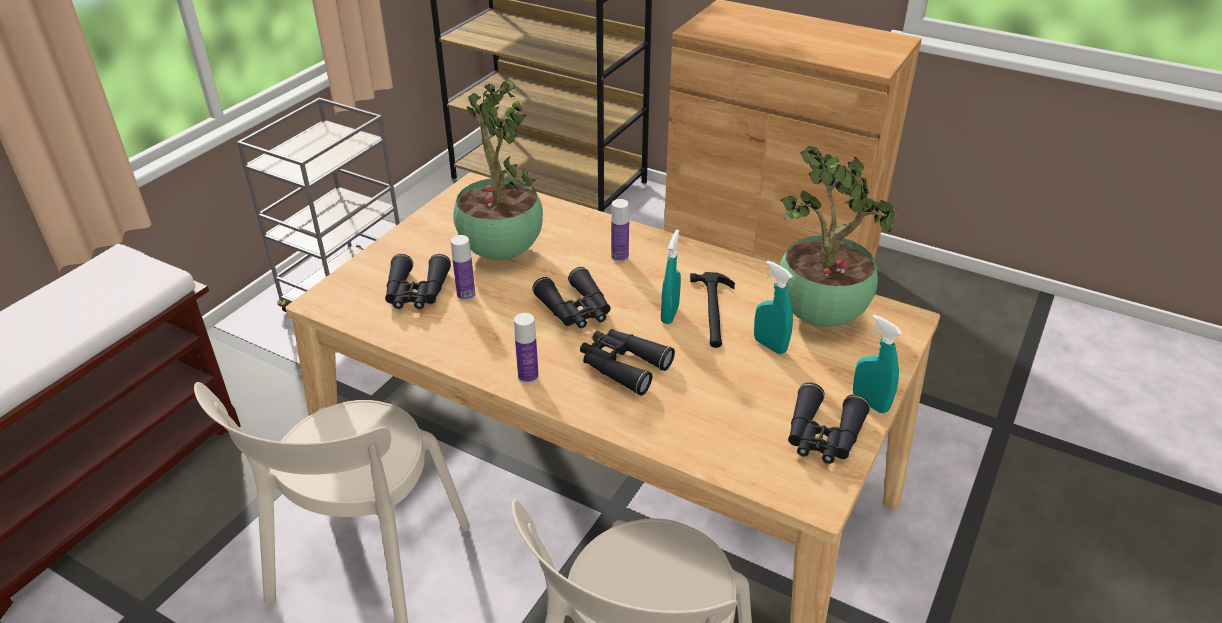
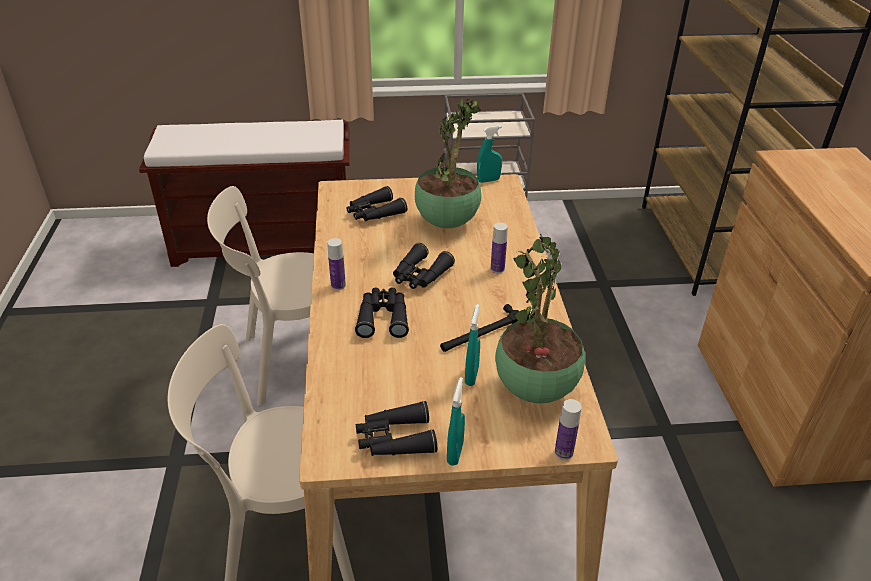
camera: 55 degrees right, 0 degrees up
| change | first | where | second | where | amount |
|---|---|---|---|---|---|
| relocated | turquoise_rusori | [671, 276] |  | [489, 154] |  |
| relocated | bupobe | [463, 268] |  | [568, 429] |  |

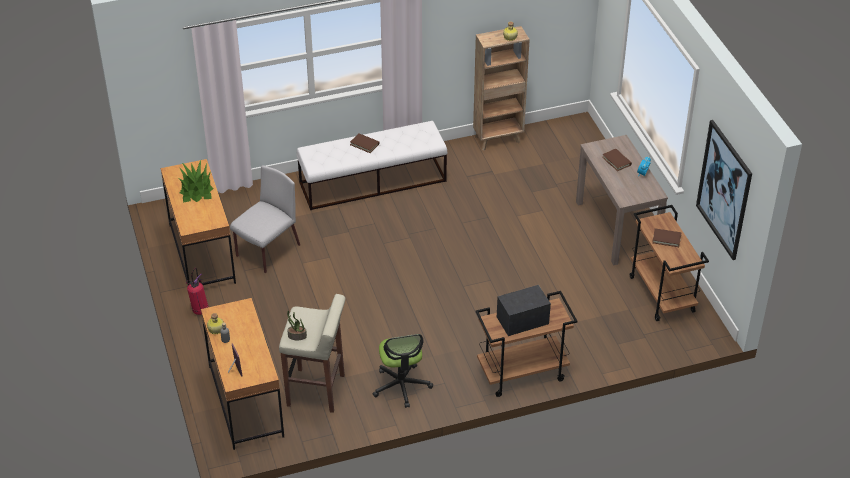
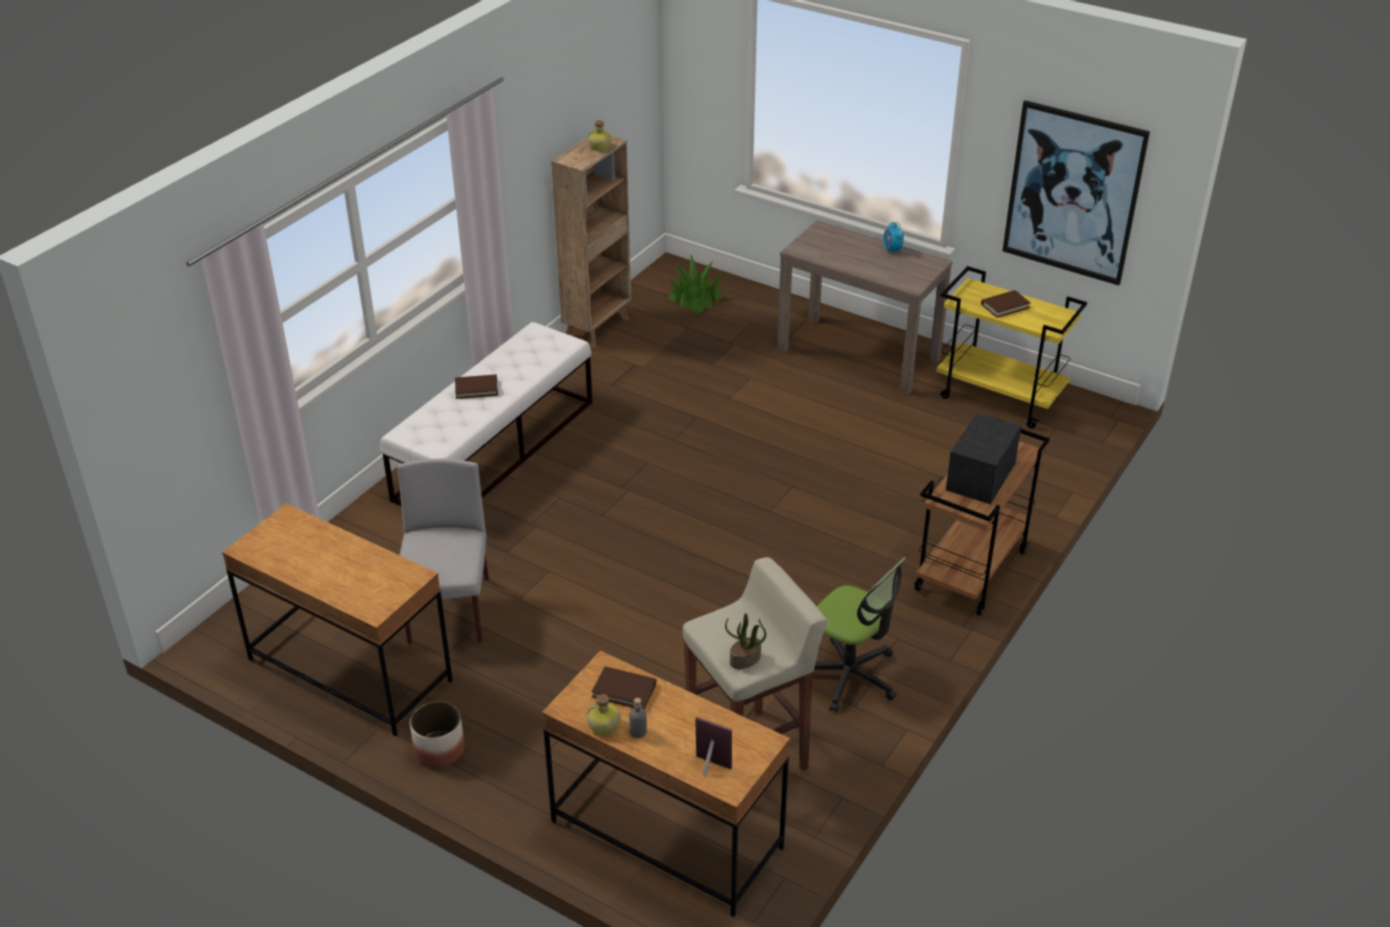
camera: 40 degrees left, 5 degrees down
| change | first | where | second | where | amount |
|---|---|---|---|---|---|
| exchanged | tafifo | [197, 291] | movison | [437, 734] |  |
| relocated | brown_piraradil | [617, 160] |  | [624, 688] |  |
| relocated | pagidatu | [196, 181] |  | [695, 284] |  |
| colour | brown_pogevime | [669, 263] | yellow_pogevime | [1011, 347] |  |

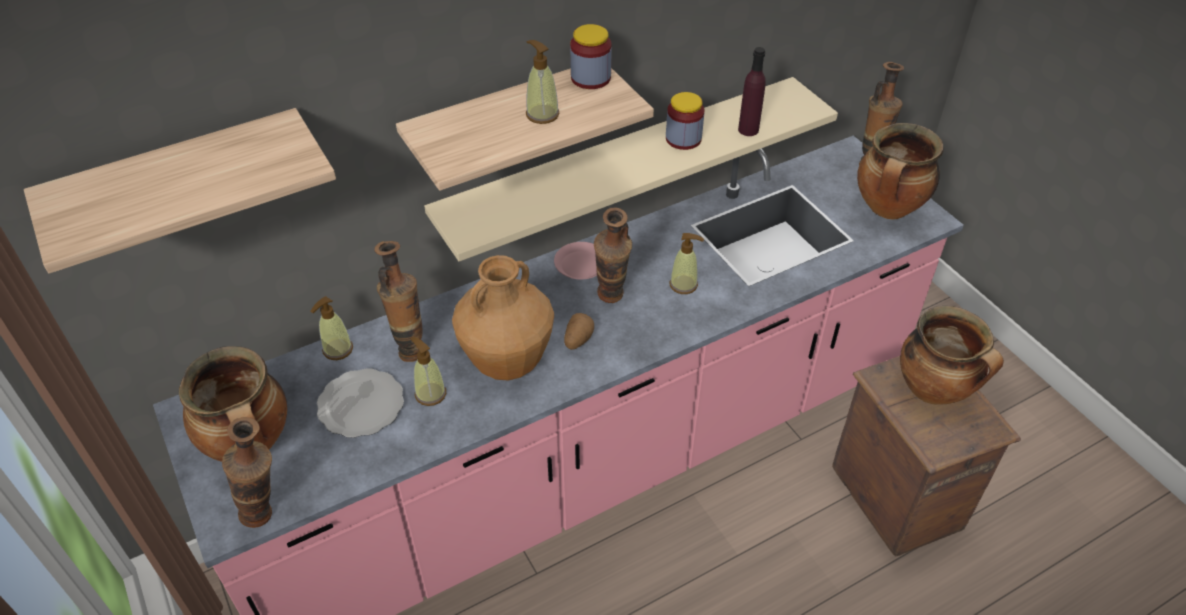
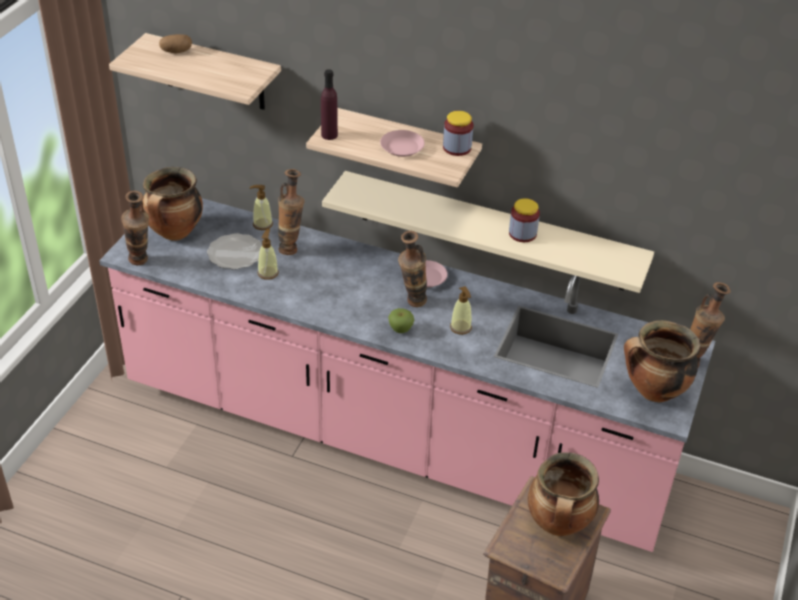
camera: 50 degrees right, 5 degrees down
| change | first | where | second | where | amount |
|---|---|---|---|---|---|
| relocated | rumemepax | [579, 331] |  | [175, 43] |  |
| relocated | purple_bupobe | [752, 91] |  | [329, 104] |  |
| exchanged | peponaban | [542, 82] | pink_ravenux | [402, 143] |  |
| appeared |  |  | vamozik | [401, 320] |  |
| missing | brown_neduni | [503, 318] |  |  |  |

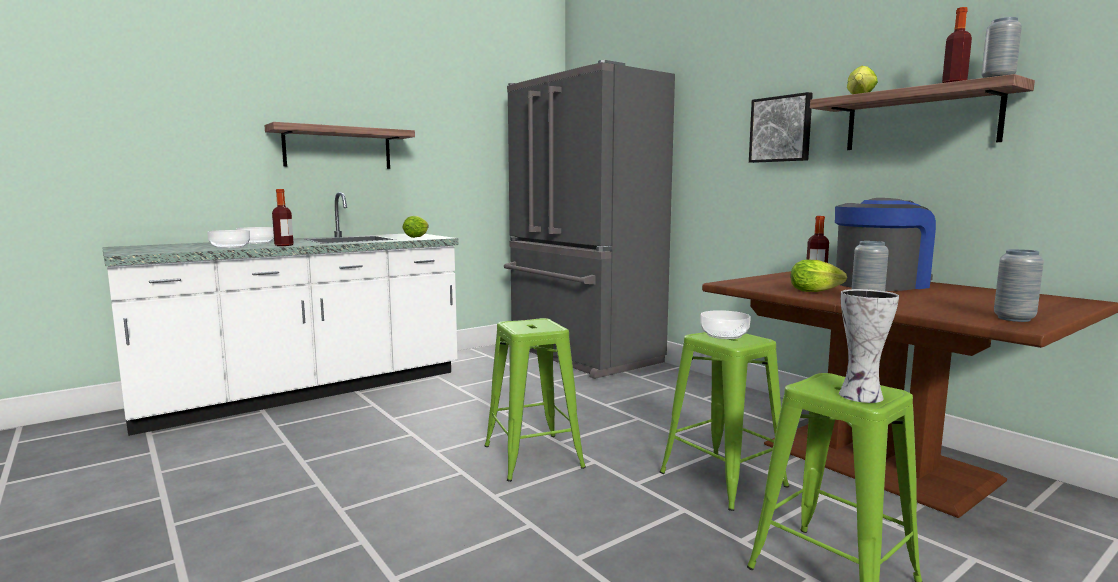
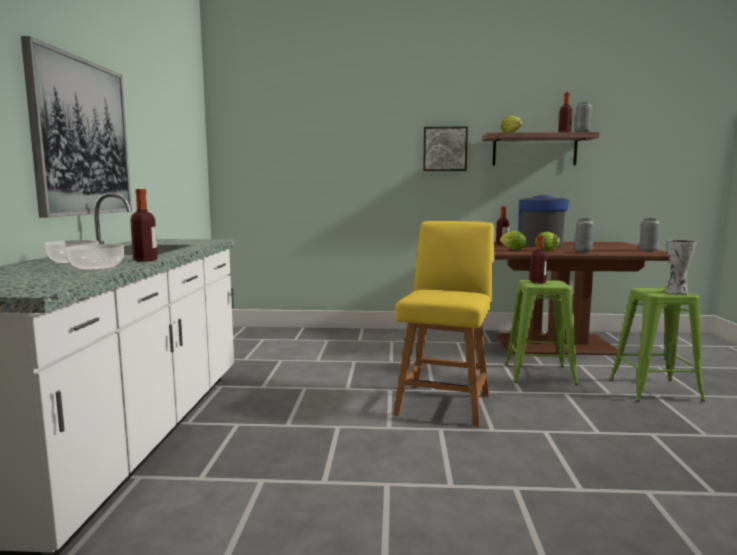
camera: 50 degrees left, 0 degrees up
| change | first | where | second | where | amount |
|---|---|---|---|---|---|
| exchanged | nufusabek | [339, 145] | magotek | [76, 127] |  |
| exchanged | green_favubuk | [535, 400] | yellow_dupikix | [444, 324] |  |
| relocated | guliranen | [416, 227] |  | [513, 240] |  |
| exchanged | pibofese | [725, 324] | bupobe | [539, 260] |  |
| missing | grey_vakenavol | [589, 219] |  |  |  |

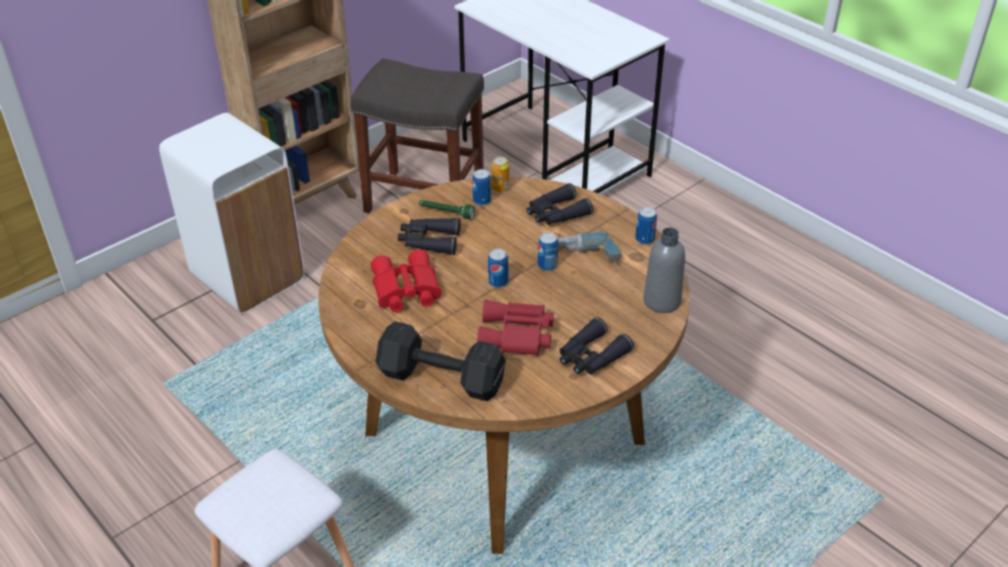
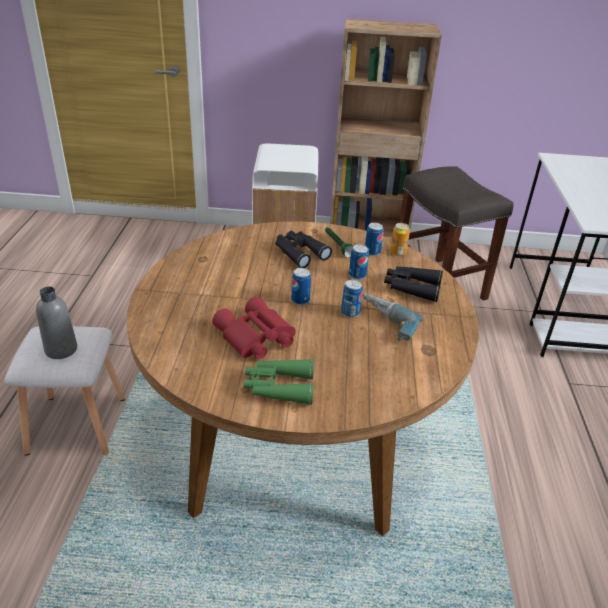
camera: 45 degrees right, 5 degrees down
| change | first | where | second | where | amount |
|---|---|---|---|---|---|
| relocated | grey_bupobe | [664, 270] |  | [56, 322] |  |
| colour | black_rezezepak | [597, 345] | green_rezezepak | [279, 382] |  |
| relocated | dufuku | [646, 226] |  | [359, 262] |  |
| missing | red_rezezepak | [406, 280] |  |  |  |
| missing | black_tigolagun | [441, 361] |  |  |  |

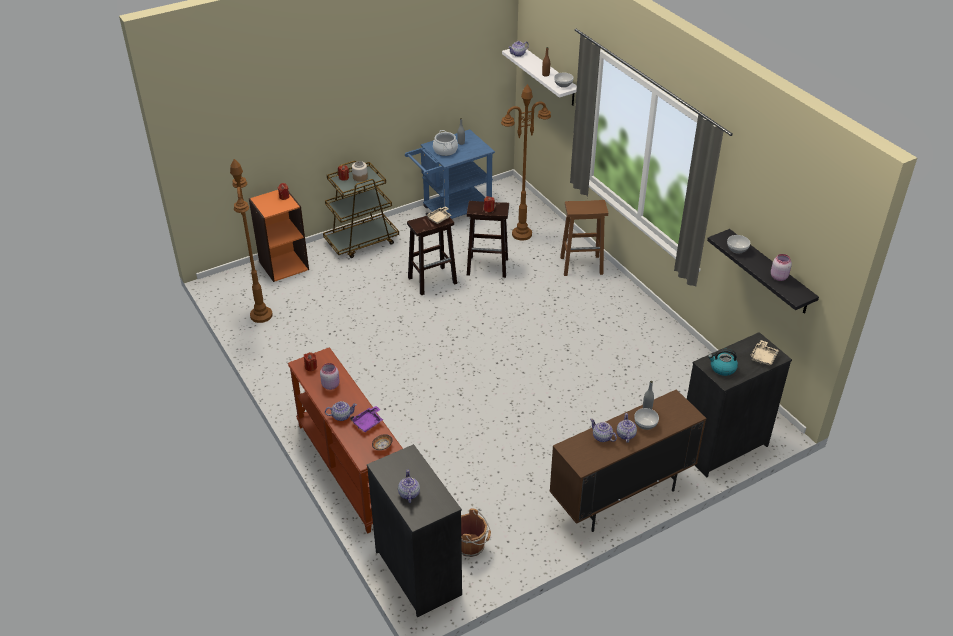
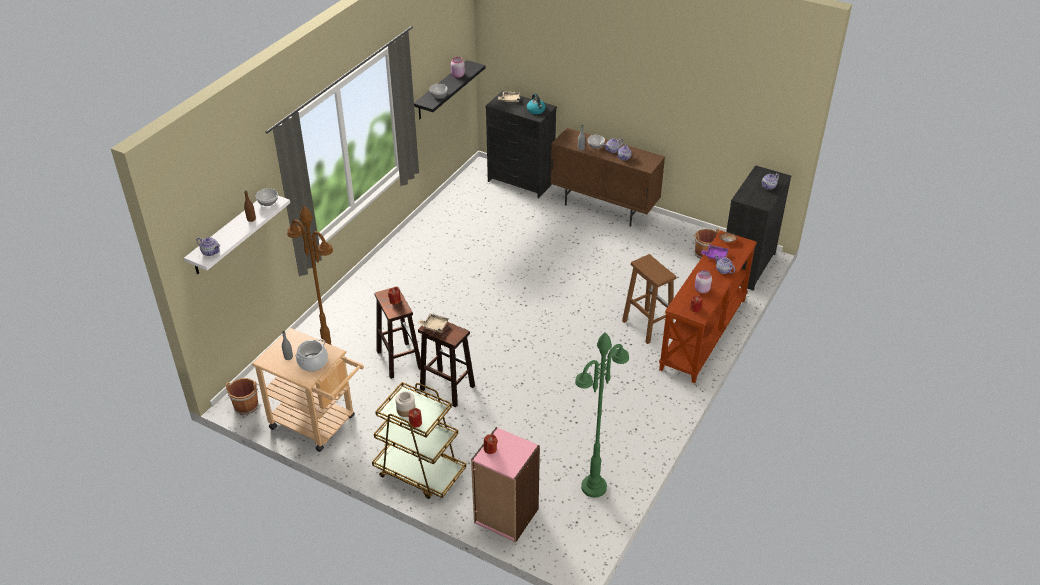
camera: 120 degrees left, 0 degrees up
| change | first | where | second | where | amount |
|---|---|---|---|---|---|
| appeared |  |  | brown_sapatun | [242, 396] |  |
| colour | blue_pogevime | [450, 174] | beige_pogevime | [308, 390] |  |
| colour | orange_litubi | [279, 236] | pink_litubi | [505, 484] |  |
| colour | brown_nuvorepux | [251, 241] | green_nuvorepux | [602, 415] |  |
| relocated | brown_favubuk | [584, 238] |  | [649, 299] |  |

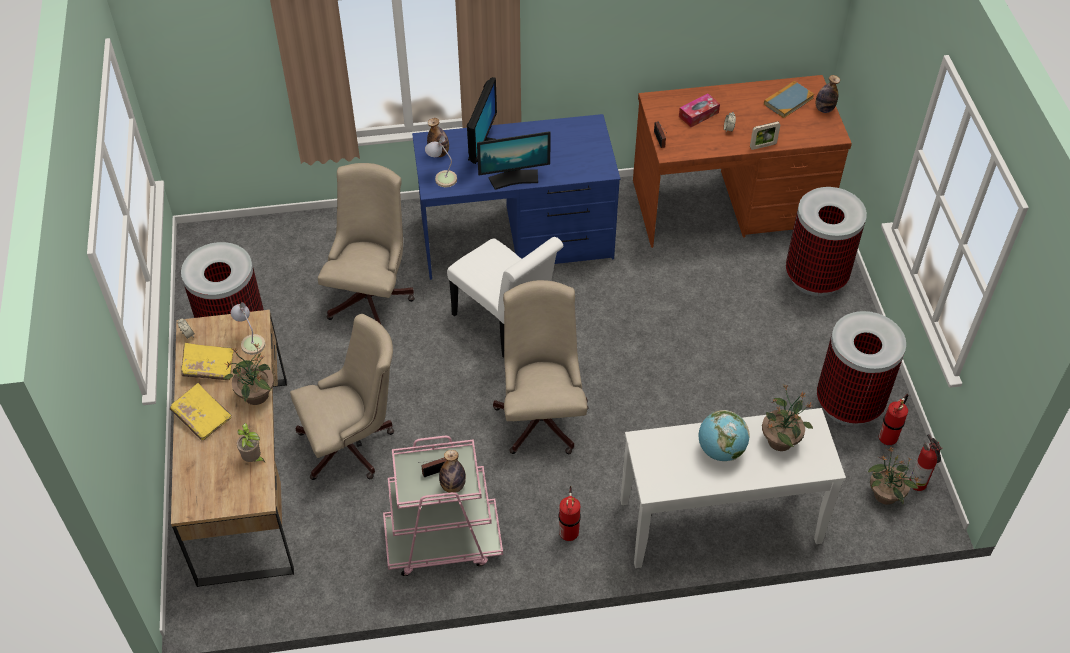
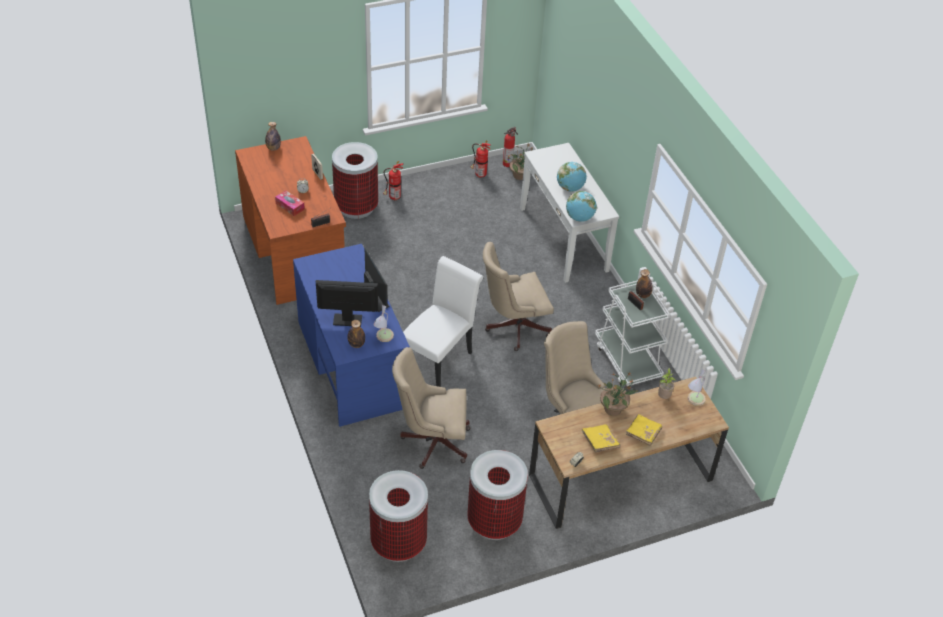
camera: 105 degrees left, 5 degrees down
| change | first | where | second | where | amount |
|---|---|---|---|---|---|
| relocated | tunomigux | [861, 368] |  | [398, 516] |  |
| relocated | tafifo | [570, 513] |  | [393, 180] |  |
| appeared |  |  | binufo | [581, 206] |  |
| colour | pink_pogevime | [443, 506] | white_pogevime | [632, 333] |  |
| relocated | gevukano | [248, 329] |  | [697, 387] |  |
| missing | pagidatu | [787, 418] |  |  |  |
| missing | piraradil | [789, 99] |  |  |  |

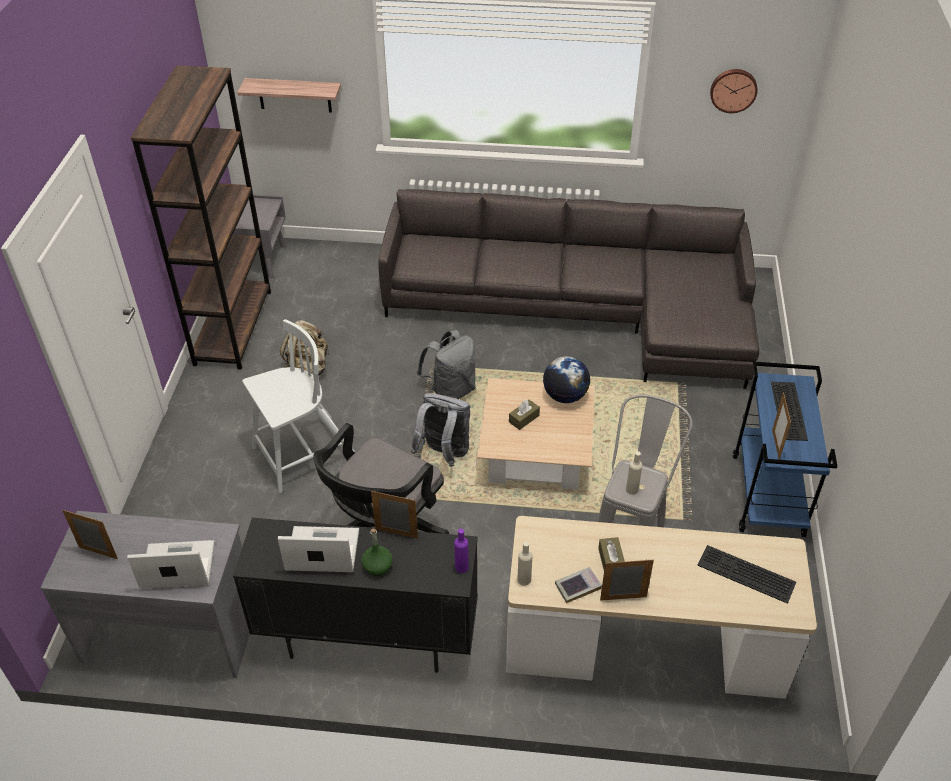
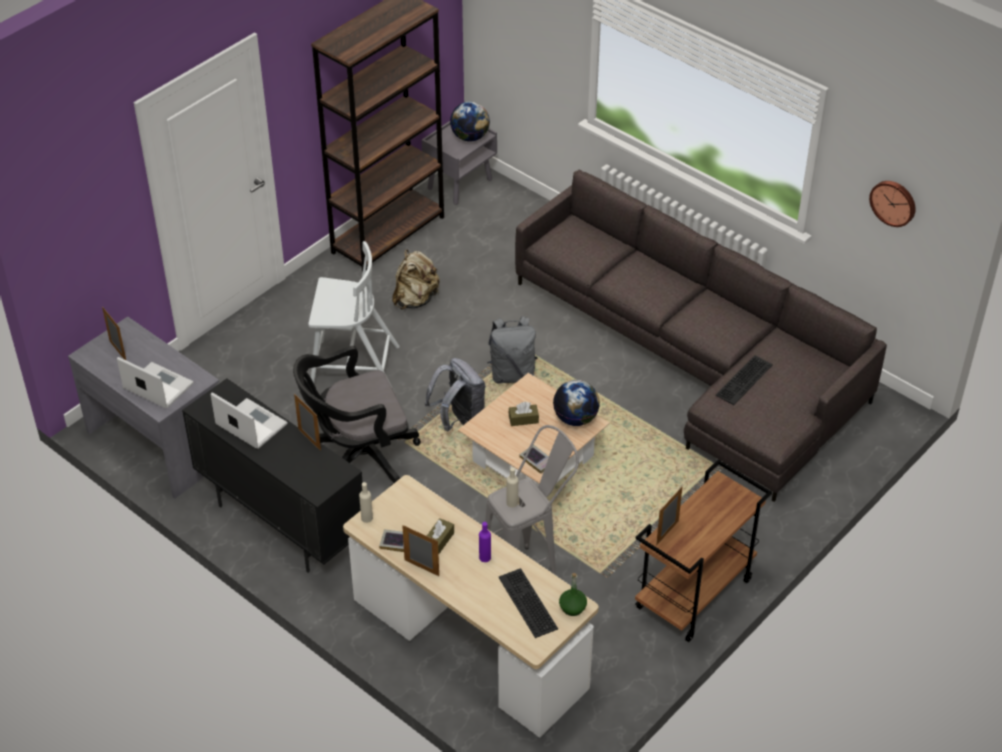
camera: 35 degrees right, 0 degrees up
| change | first | where | second | where | amount |
|---|---|---|---|---|---|
| appeared |  |  | binufo | [470, 121] |  |
| relocated | purple_bupobe | [461, 551] |  | [485, 542] |  |
| appeared |  |  | piraradil | [534, 459] |  |
| relocated | green_bupobe | [377, 552] |  | [573, 594] |  |
| colour | blue_pogevime | [785, 449] | brown_pogevime | [703, 550] |  |
| relocated | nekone | [789, 411] |  | [744, 380] |  |
| missing | nufusabek | [289, 95] |  |  |  |

